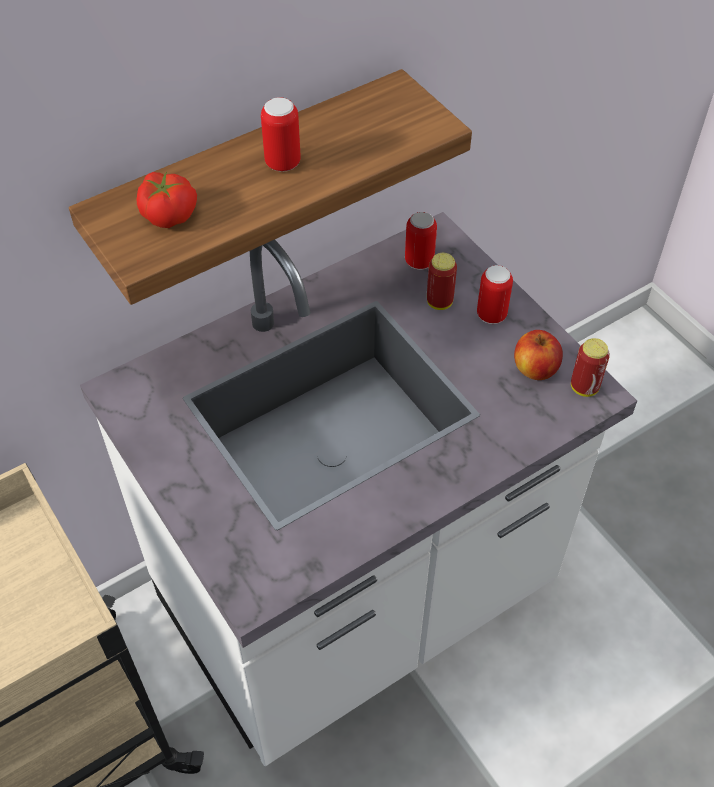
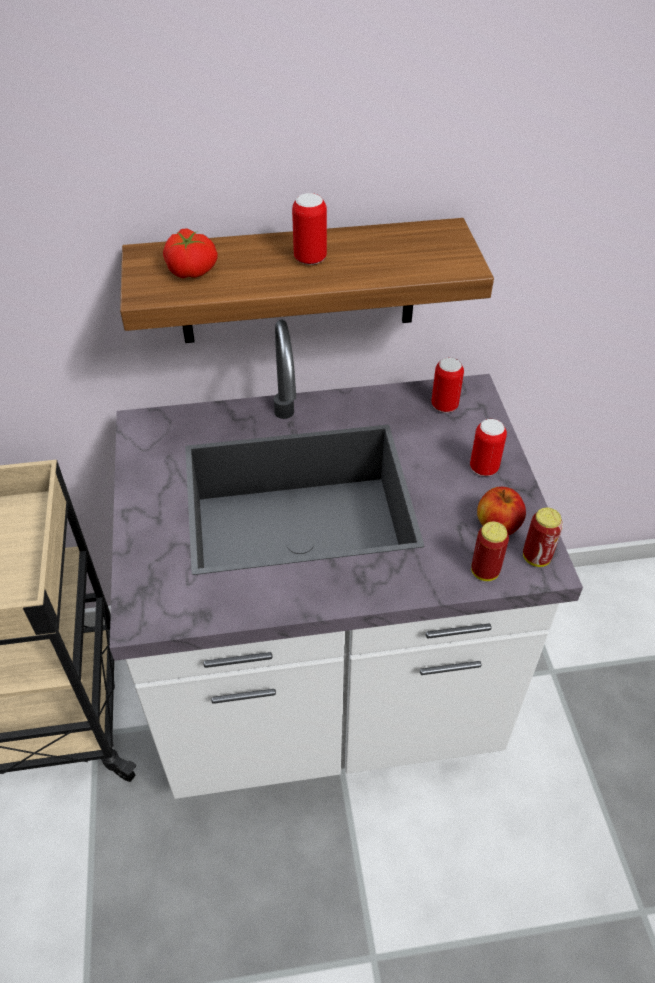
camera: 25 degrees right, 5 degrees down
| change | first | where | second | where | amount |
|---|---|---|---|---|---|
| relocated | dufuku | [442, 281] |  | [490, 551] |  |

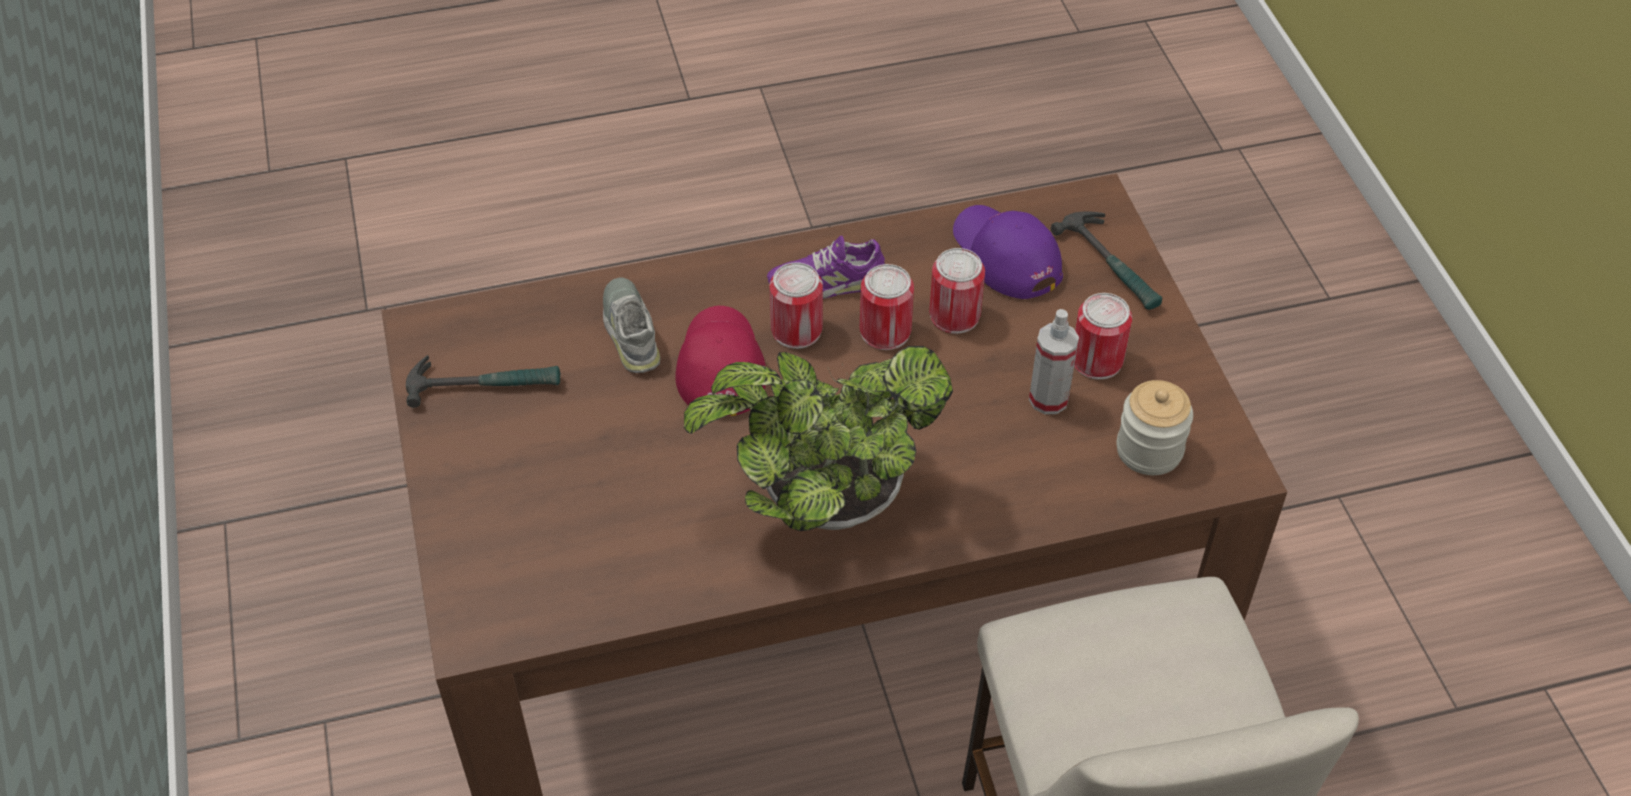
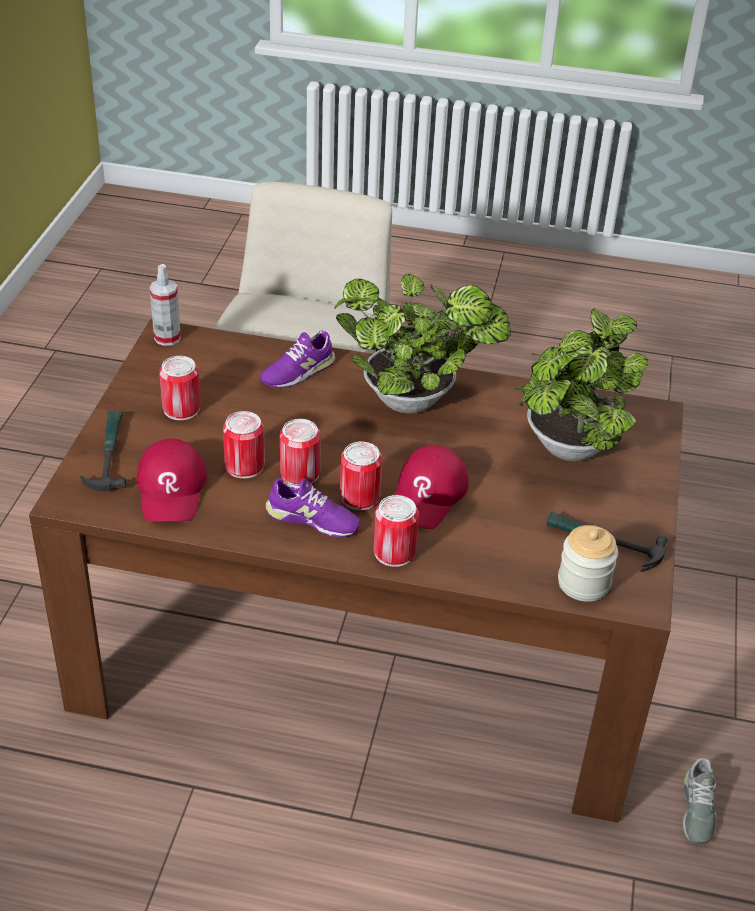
camera: 155 degrees left, 10 degrees down
| change | first | where | second | where | amount |
|---|---|---|---|---|---|
| colour | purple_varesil | [1008, 252] | red_varesil | [172, 480] |  |
| relocated | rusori | [1054, 361] |  | [165, 305] |  |
| appeared |  |  | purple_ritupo | [297, 359] |  |
| appeared |  |  | dufuku | [396, 531] |  |
| appeared |  |  | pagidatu | [580, 384] |  |
| relocated | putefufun | [1154, 427] |  | [588, 563] |  |
| relocated | grey_ritupo | [631, 325] |  | [699, 801] |  |

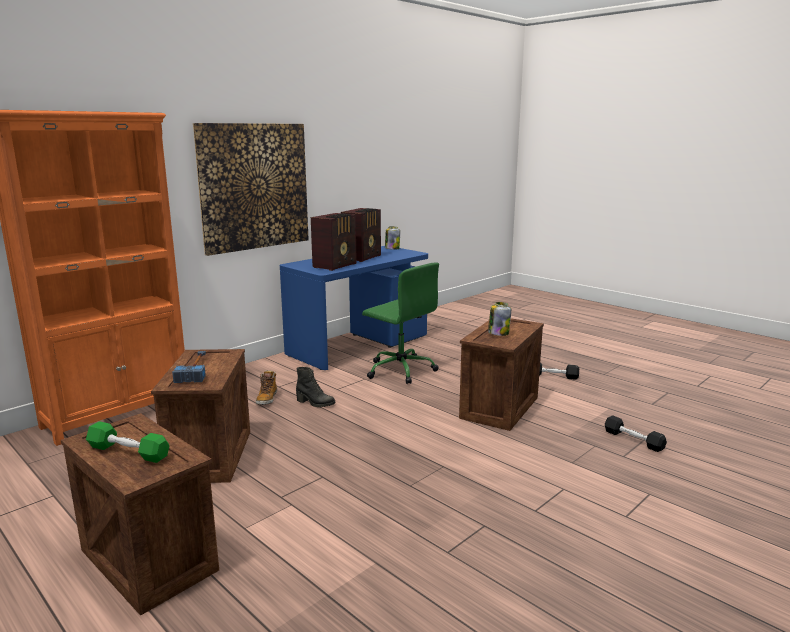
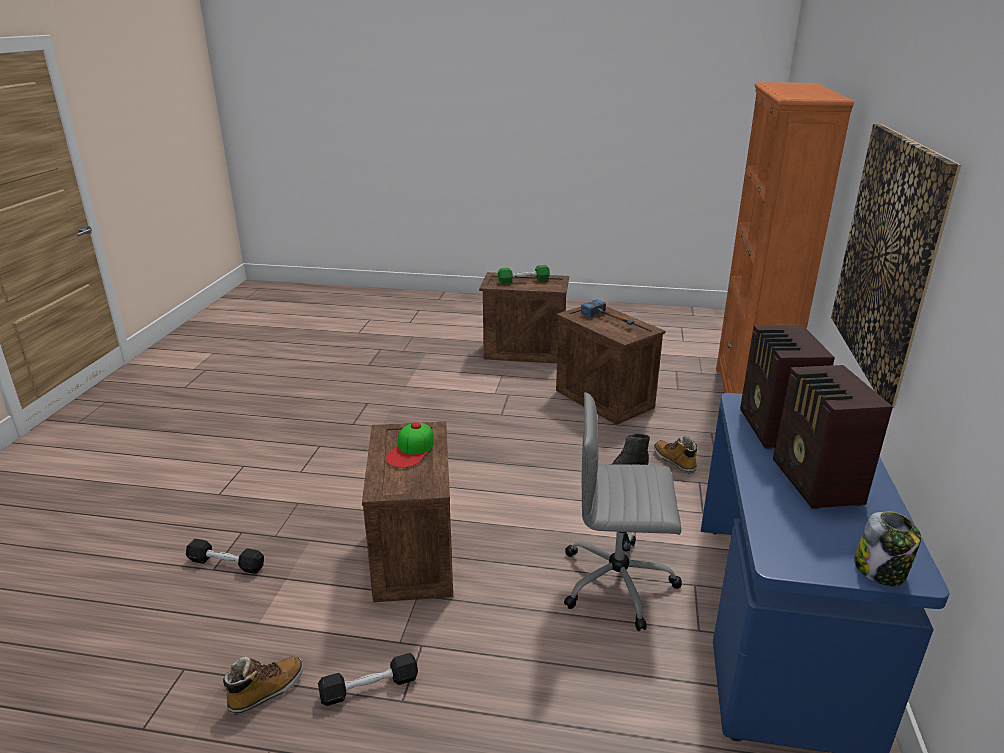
camera: 145 degrees right, 10 degrees up
| change | first | where | second | where | amount |
|---|---|---|---|---|---|
| appeared |  |  | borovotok | [262, 685] |  |
| exchanged | putefufun | [499, 319] | varesil | [409, 445] |  |
| colour | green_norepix | [400, 323] | grey_norepix | [623, 511] |  |

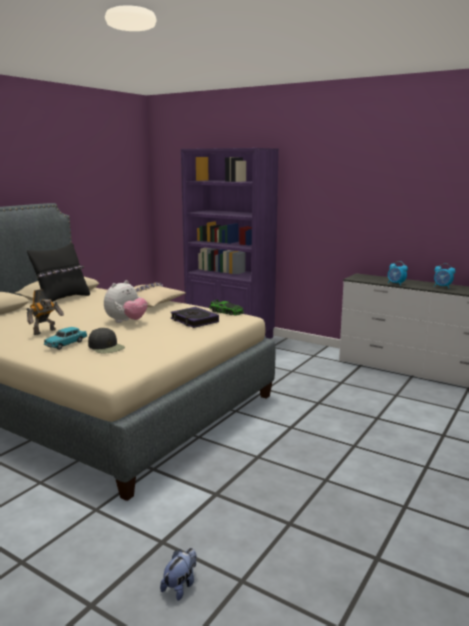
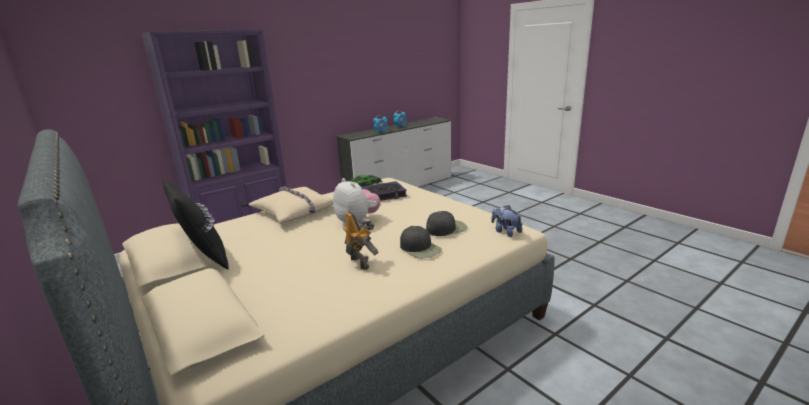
camera: 70 degrees left, 5 degrees up
| change | first | where | second | where | amount |
|---|---|---|---|---|---|
| exchanged | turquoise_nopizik | [65, 338] | black_varesil | [421, 242] |  |
| relocated | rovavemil | [178, 574] |  | [506, 221] |  |

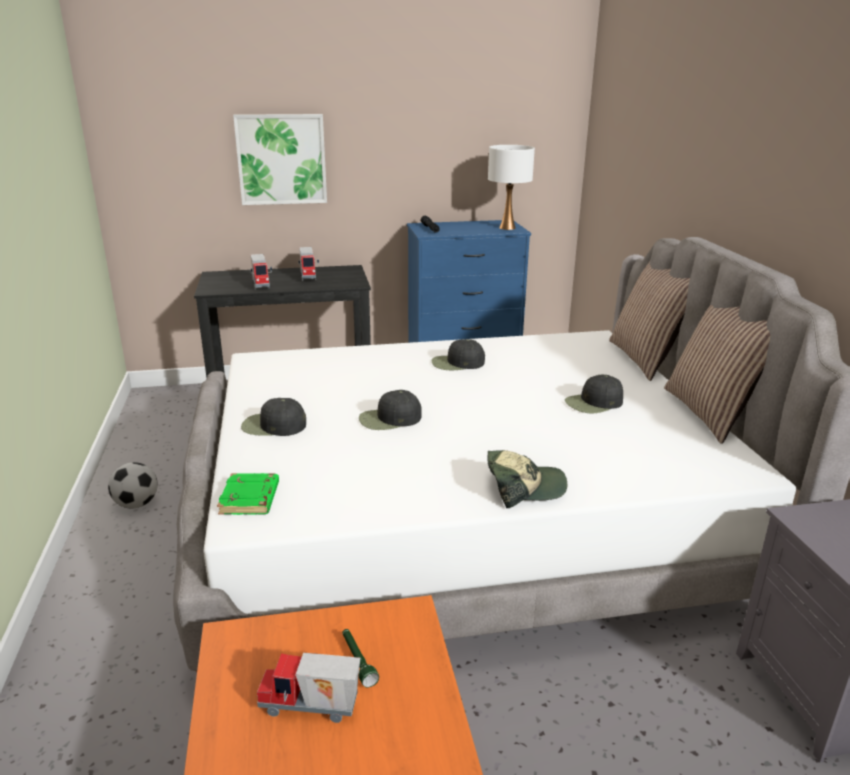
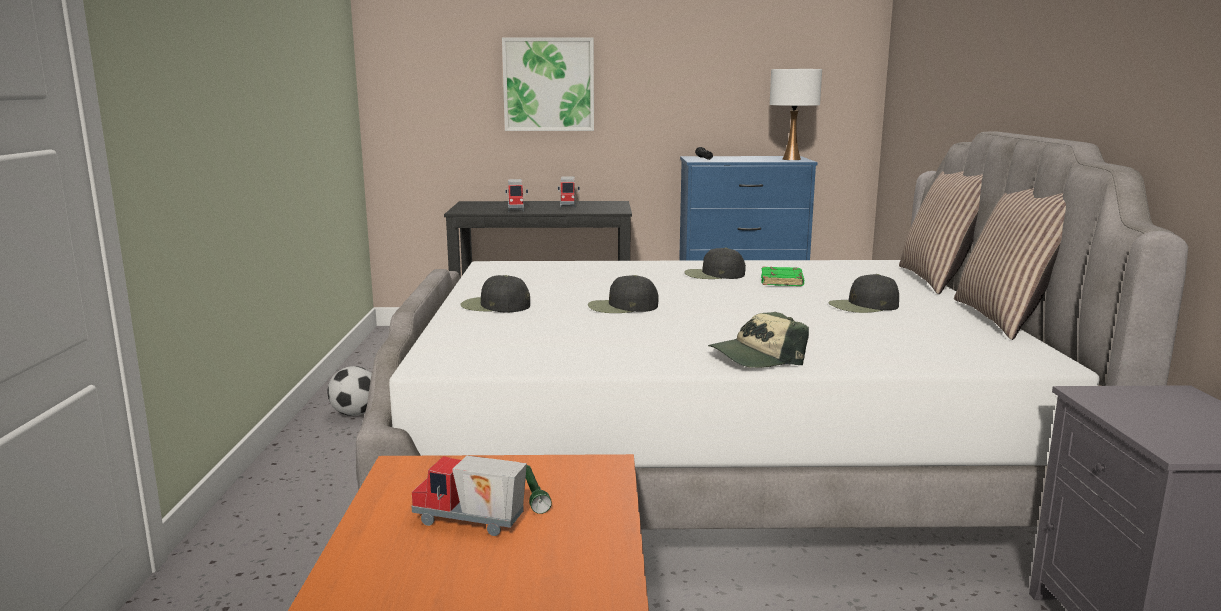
camera: 10 degrees right, 10 degrees down
| change | first | where | second | where | amount |
|---|---|---|---|---|---|
| spun | varesil | [527, 479] |  | [758, 340] | 150 degrees clockwise |
| relocated | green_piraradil | [248, 494] |  | [782, 276] |  |

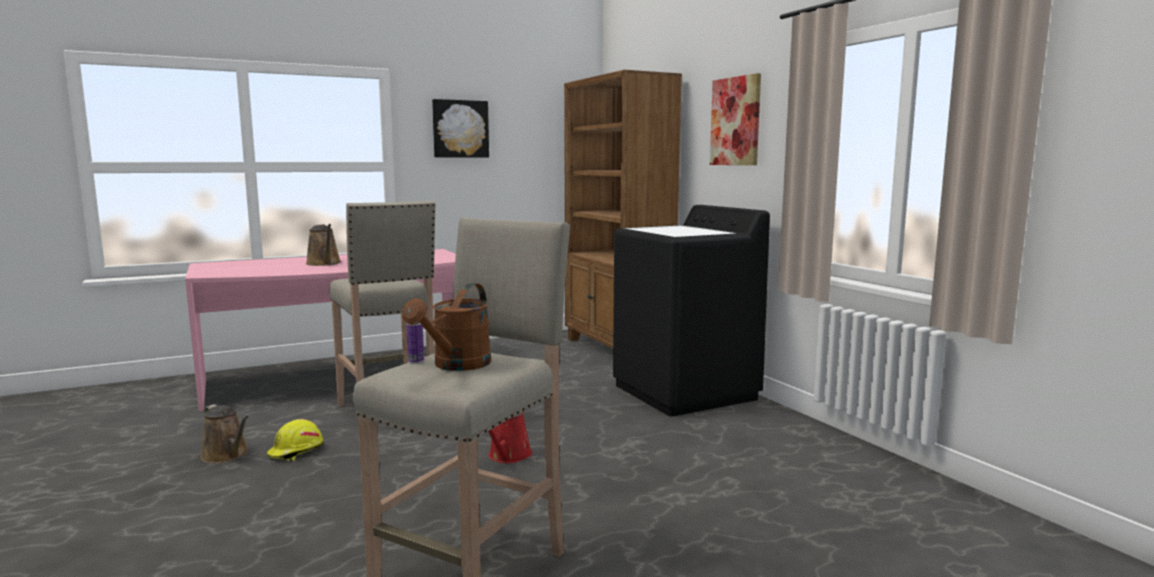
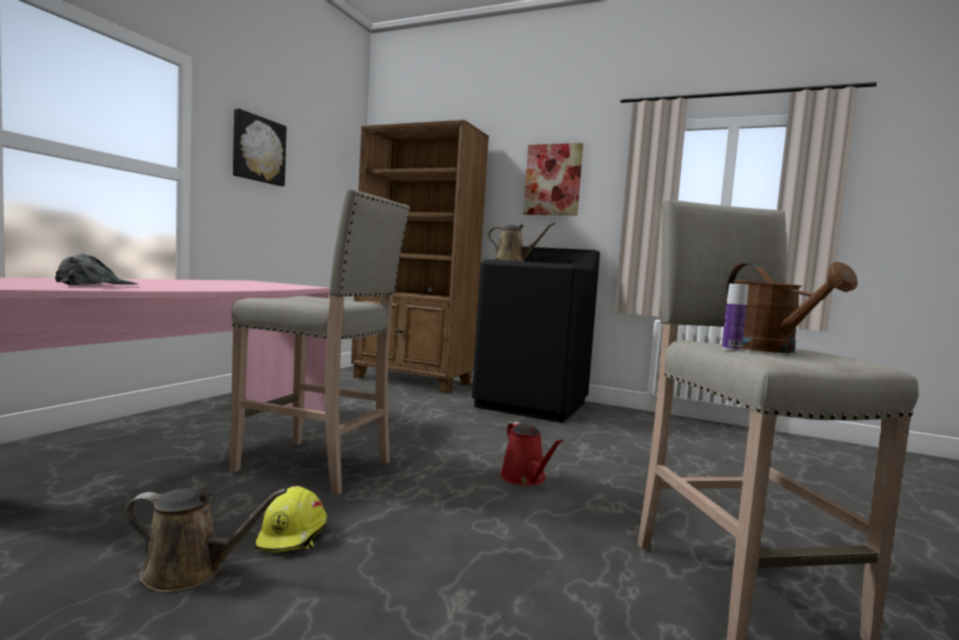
camera: 40 degrees left, 5 degrees down
| change | first | where | second | where | amount |
|---|---|---|---|---|---|
| appeared |  |  | grey_varesil | [96, 269] |  |
| relocated | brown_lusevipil | [323, 245] |  | [522, 242] |  |

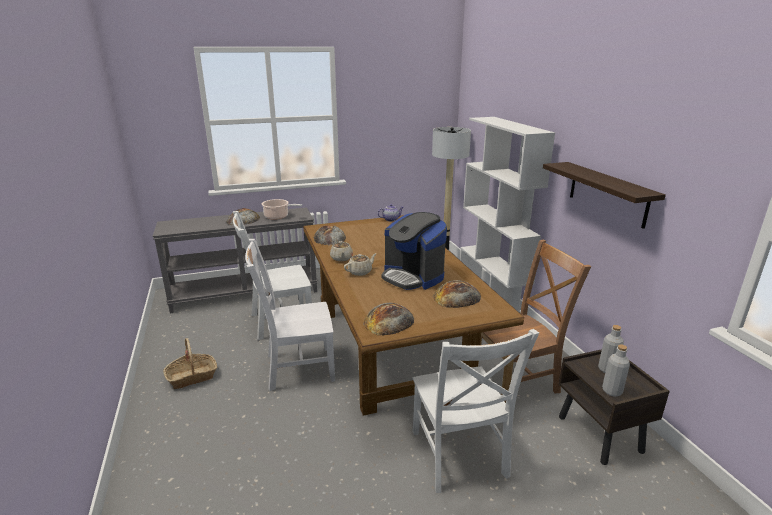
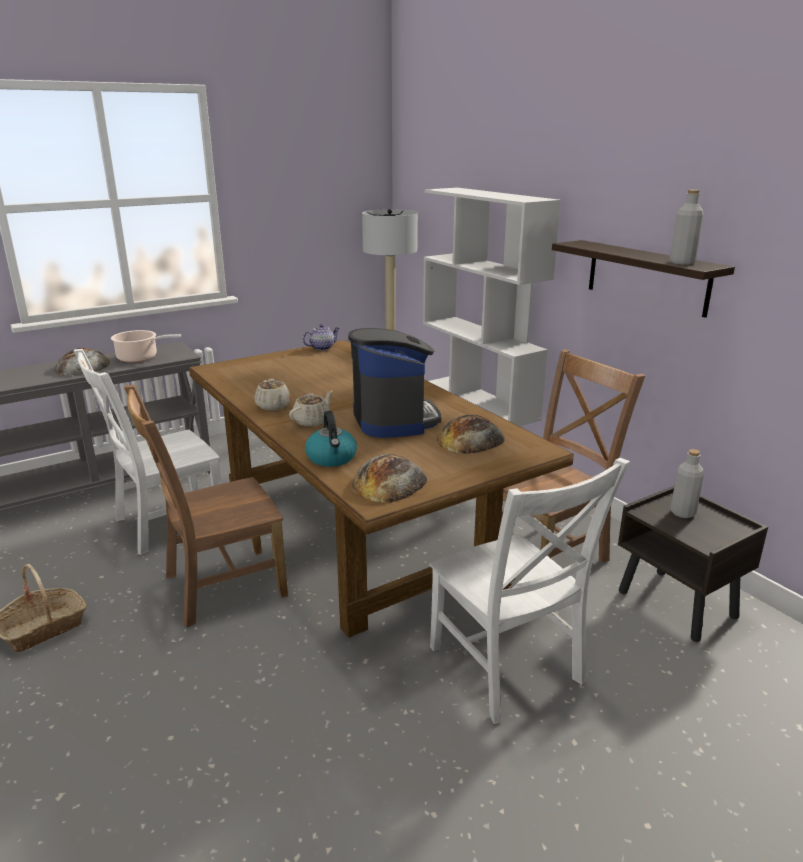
camera: 15 degrees left, 0 degrees up
| change | first | where | second | where | amount |
|---|---|---|---|---|---|
| colour | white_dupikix | [290, 315] | brown_dupikix | [206, 506] |  |
| appeared |  |  | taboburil | [331, 439] |  |
| spun | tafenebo | [414, 251] |  | [394, 383] | 135 degrees counterclockwise |
| relocated | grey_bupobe | [616, 370] |  | [687, 227] |  |
| missing | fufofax | [330, 235] |  |  |  |

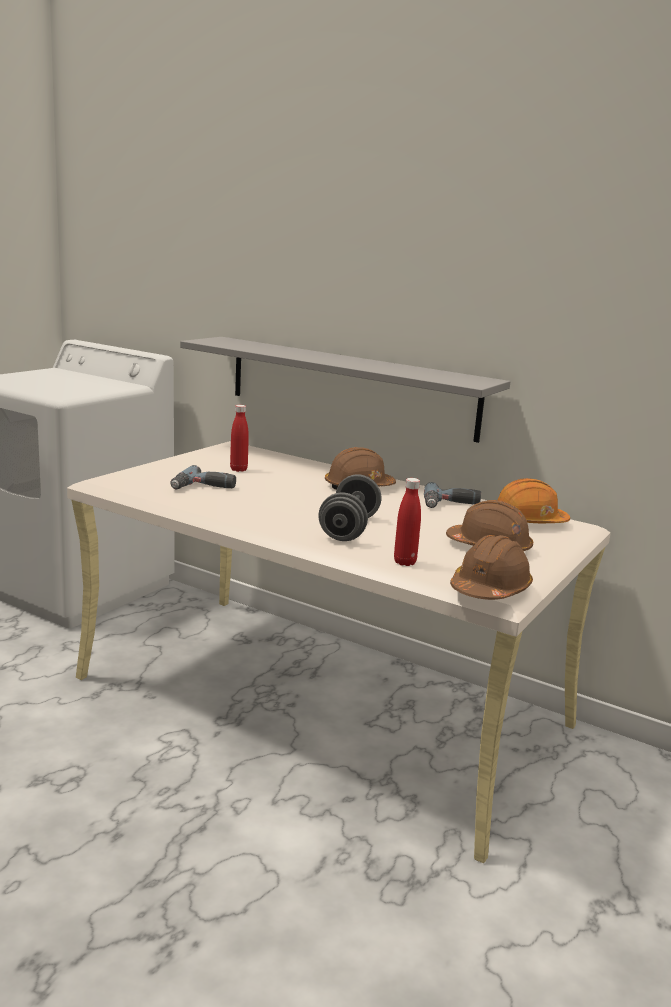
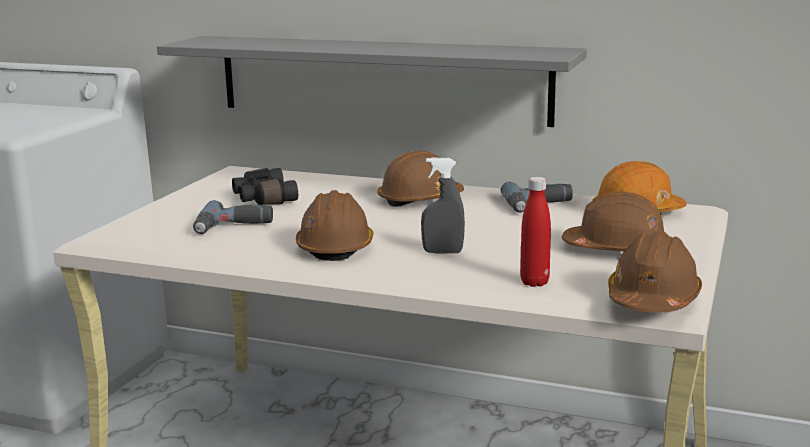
camera: 10 degrees left, 0 degrees up
| change | first | where | second | where | amount |
|---|---|---|---|---|---|
| exchanged | red_bupobe | [239, 438] | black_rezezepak | [265, 186] |  |
| appeared |  |  | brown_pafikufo | [334, 225] |  |
| exchanged | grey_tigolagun | [349, 507] | grey_rusori | [443, 205] |  |

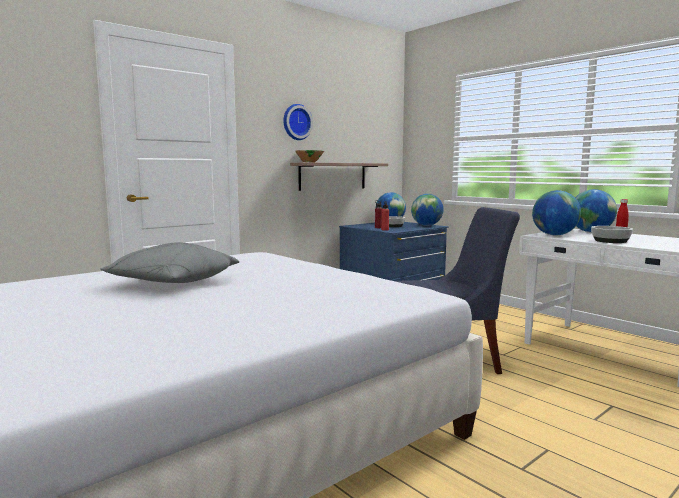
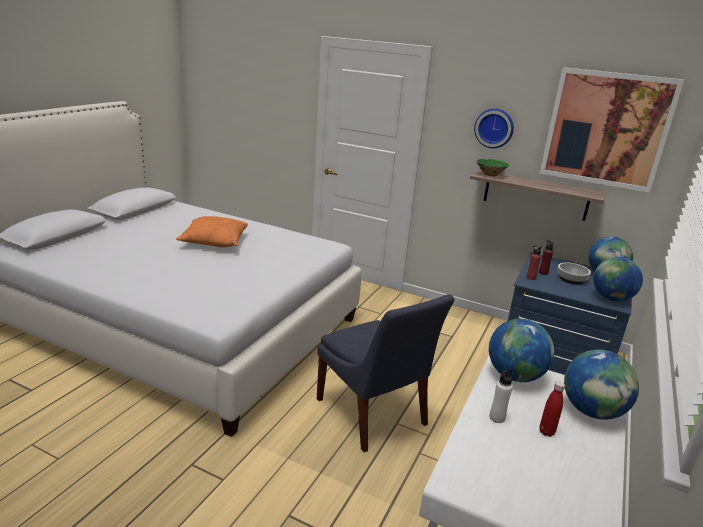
camera: 65 degrees right, 15 degrees up
| change | first | where | second | where | amount |
|---|---|---|---|---|---|
| colour | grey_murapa | [169, 262] | orange_murapa | [212, 231] |  |
| exchanged | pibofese | [612, 234] | white_bupobe | [501, 396] |  |
| appeared |  |  | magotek | [611, 130] |  |

